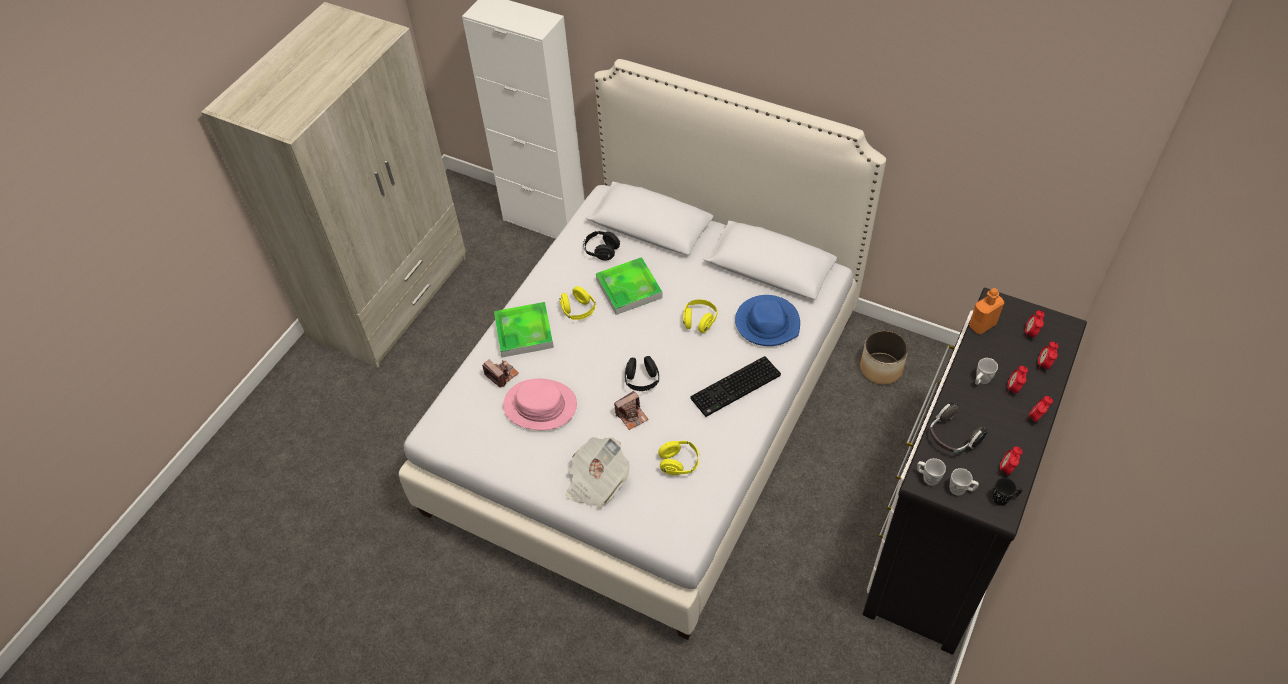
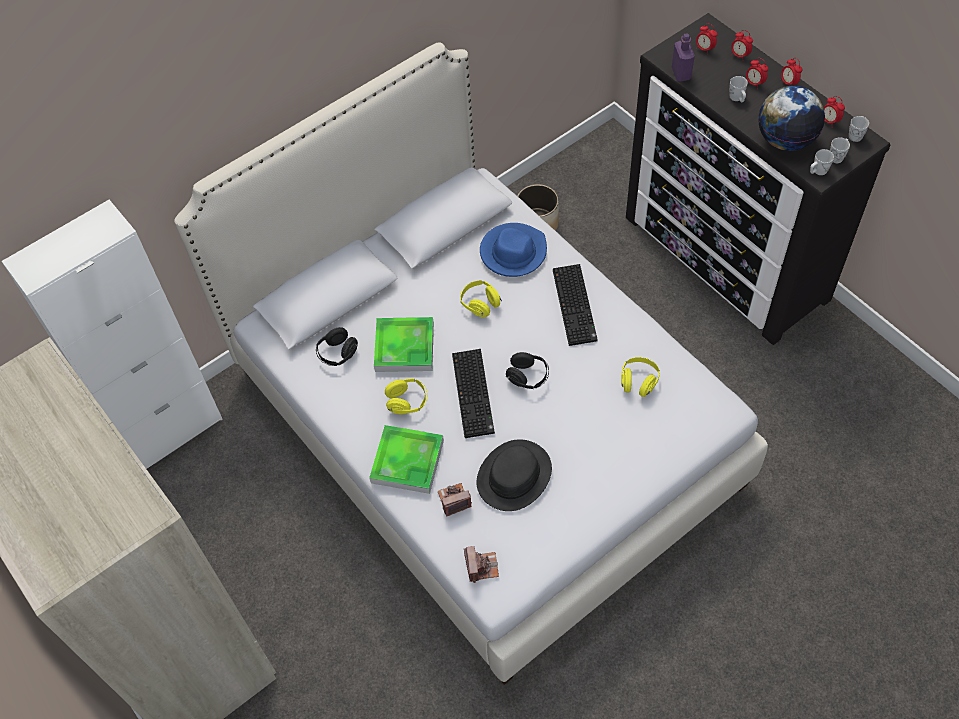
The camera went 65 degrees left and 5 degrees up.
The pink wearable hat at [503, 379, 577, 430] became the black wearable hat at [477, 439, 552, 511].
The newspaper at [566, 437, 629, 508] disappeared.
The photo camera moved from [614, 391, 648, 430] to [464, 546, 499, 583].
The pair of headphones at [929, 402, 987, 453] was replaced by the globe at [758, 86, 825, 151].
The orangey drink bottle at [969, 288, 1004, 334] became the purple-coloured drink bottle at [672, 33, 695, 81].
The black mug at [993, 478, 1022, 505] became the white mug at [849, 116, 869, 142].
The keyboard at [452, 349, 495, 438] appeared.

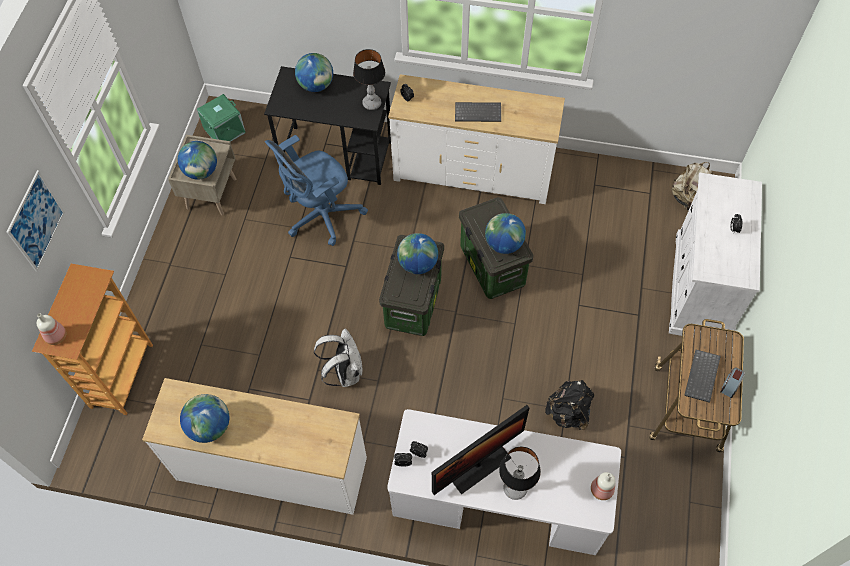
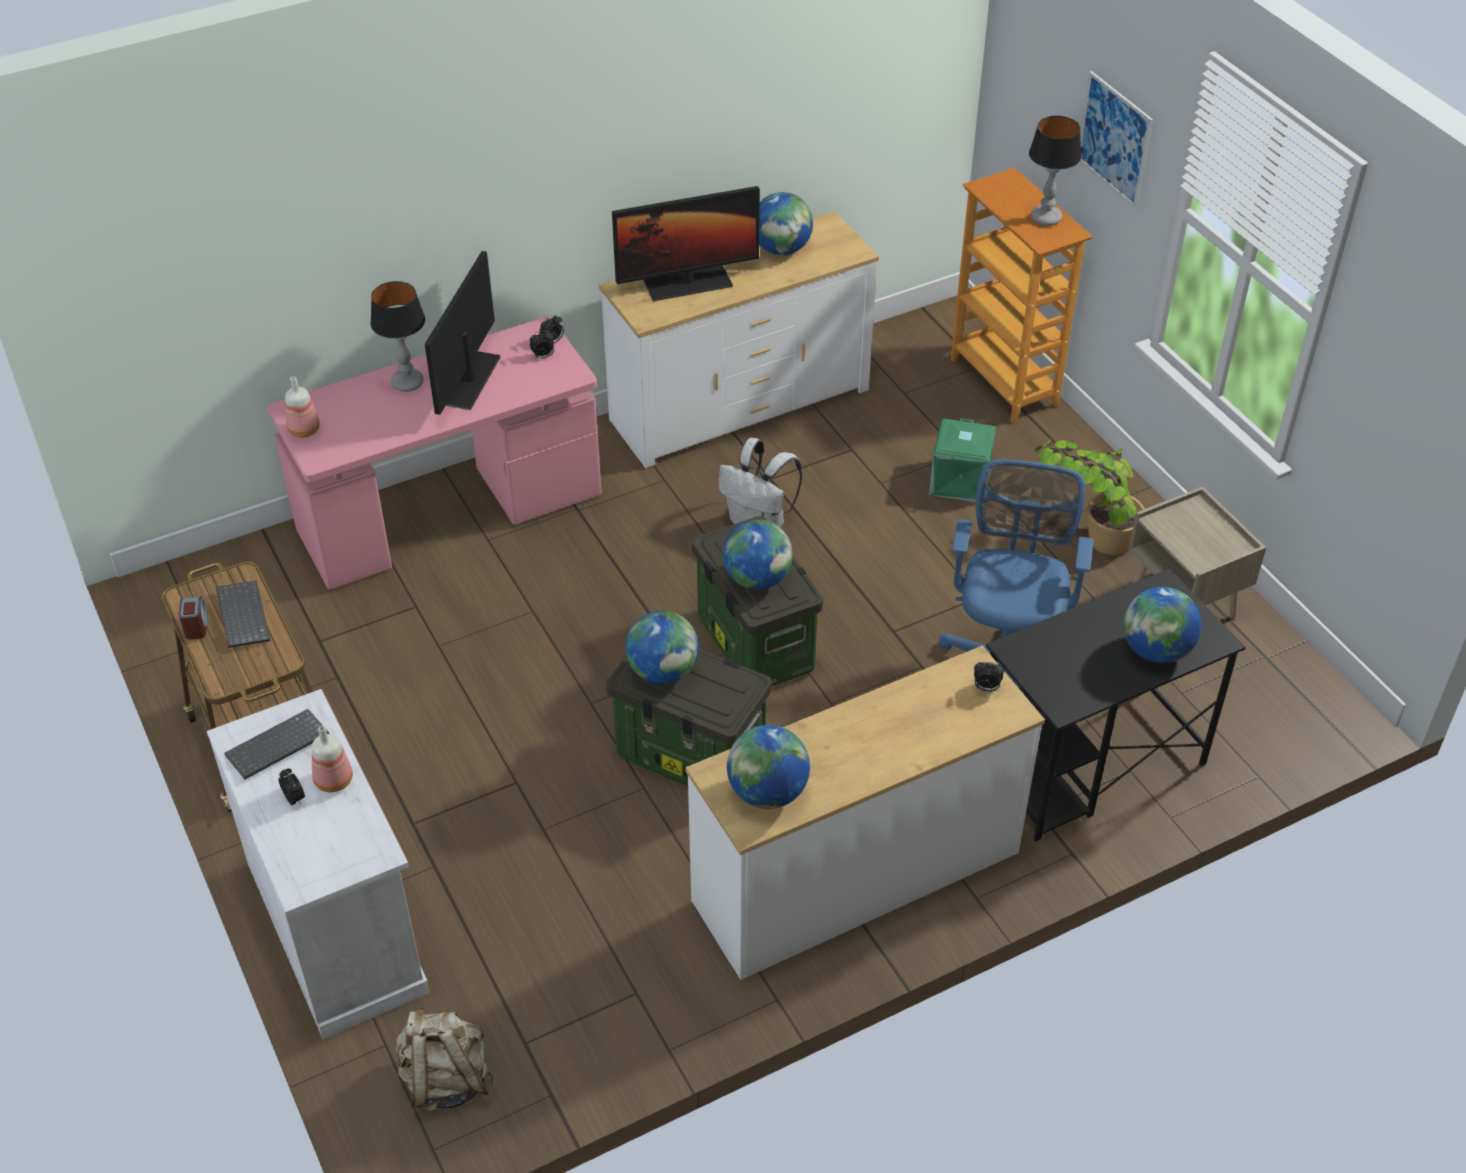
The camera went 140 degrees right and 15 degrees down.
The drink bottle moved from [37, 313, 66, 345] to [312, 726, 353, 792].
The globe moved from [178, 141, 217, 180] to [727, 725, 810, 809].
The green storage box moved from [197, 94, 246, 142] to [929, 418, 996, 502].
The lamp for a table moved from [353, 49, 385, 110] to [1029, 116, 1081, 226].
The white desk at [387, 409, 621, 555] became the pink desk at [267, 317, 602, 590].
The keyboard moved from [455, 102, 501, 122] to [224, 709, 329, 779].
The black knapsack at [545, 380, 595, 430] disappeared.
The computer display at [612, 186, 760, 301] appeared.
The potted plant at [1035, 438, 1145, 555] appeared.

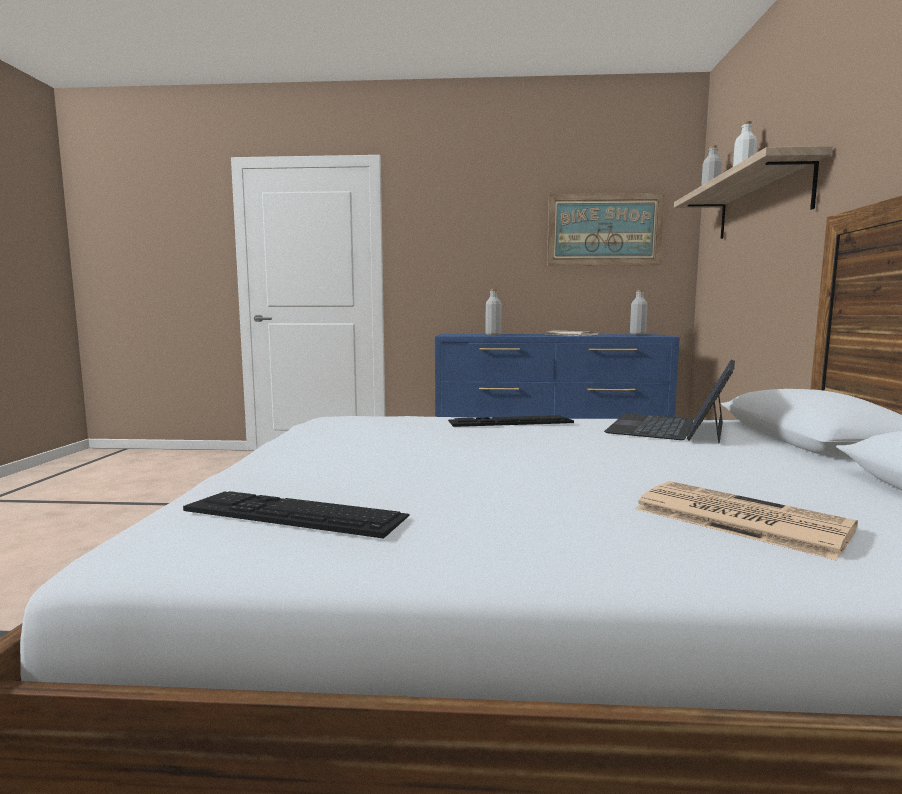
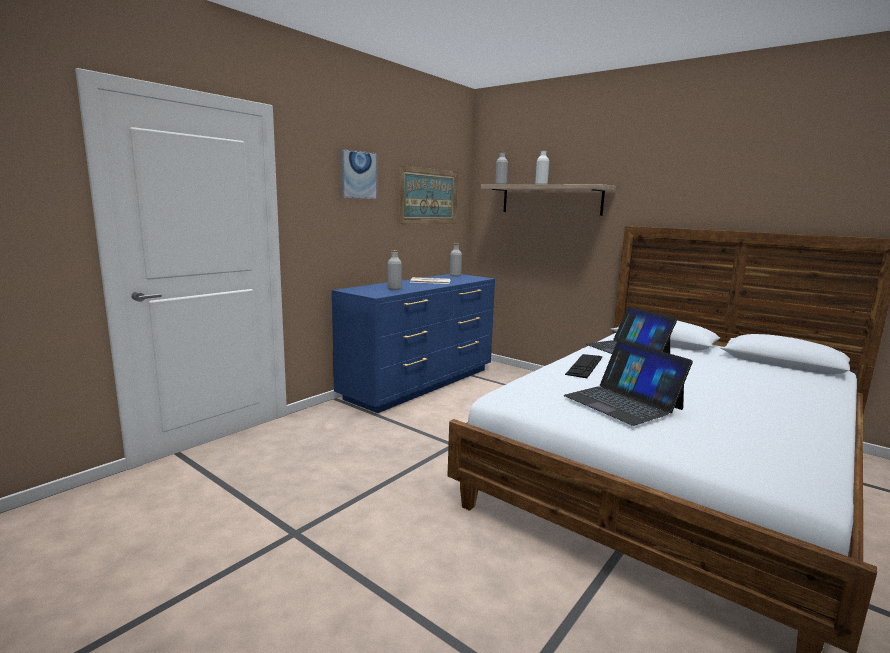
The camera went 55 degrees left and 5 degrees up.
The keyboard at [183, 491, 409, 539] disappeared.
The newspaper at [635, 481, 858, 561] disappeared.
The picture at [340, 149, 377, 199] appeared.
The laptop at [563, 340, 693, 426] appeared.

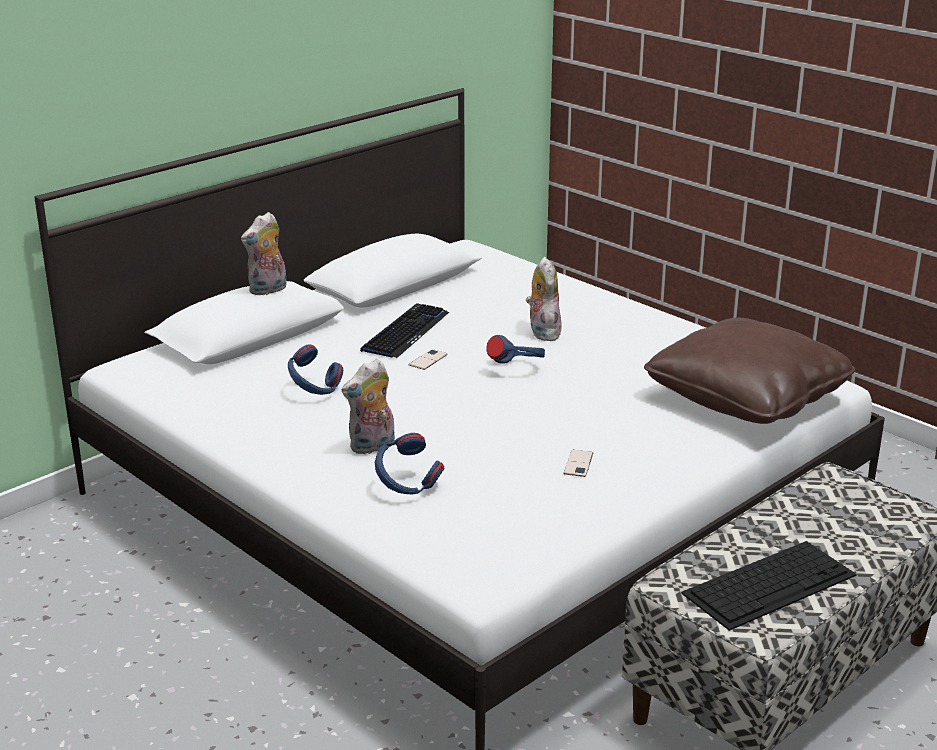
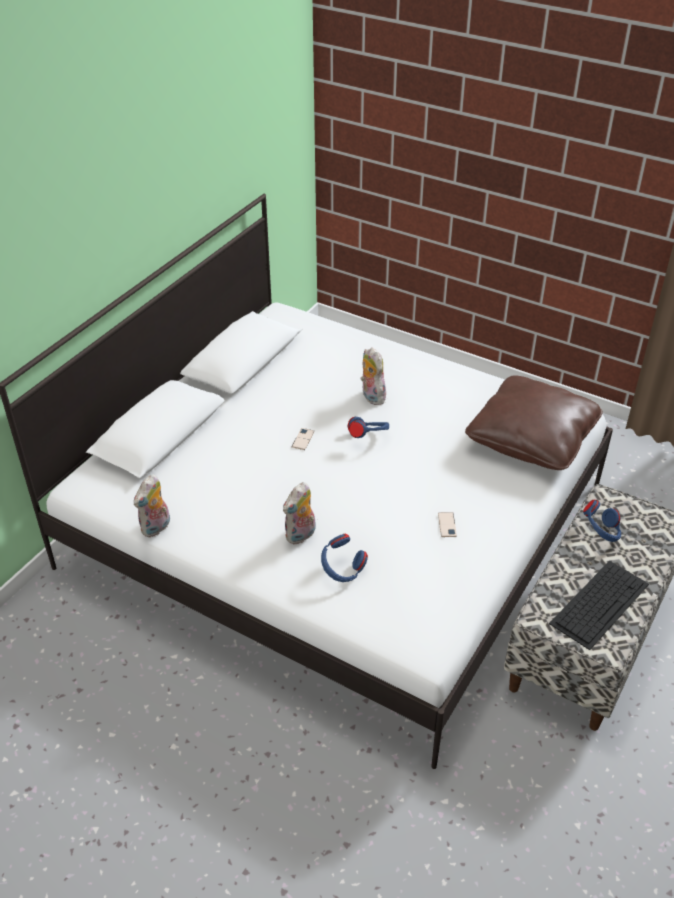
The camera went 15 degrees left and 15 degrees up.
The soft toy moved from [241, 212, 287, 295] to [134, 474, 170, 537].
The bluish pair of headphones moved from [288, 344, 343, 395] to [583, 500, 621, 542].
The keyboard at [360, 303, 449, 358] disappeared.

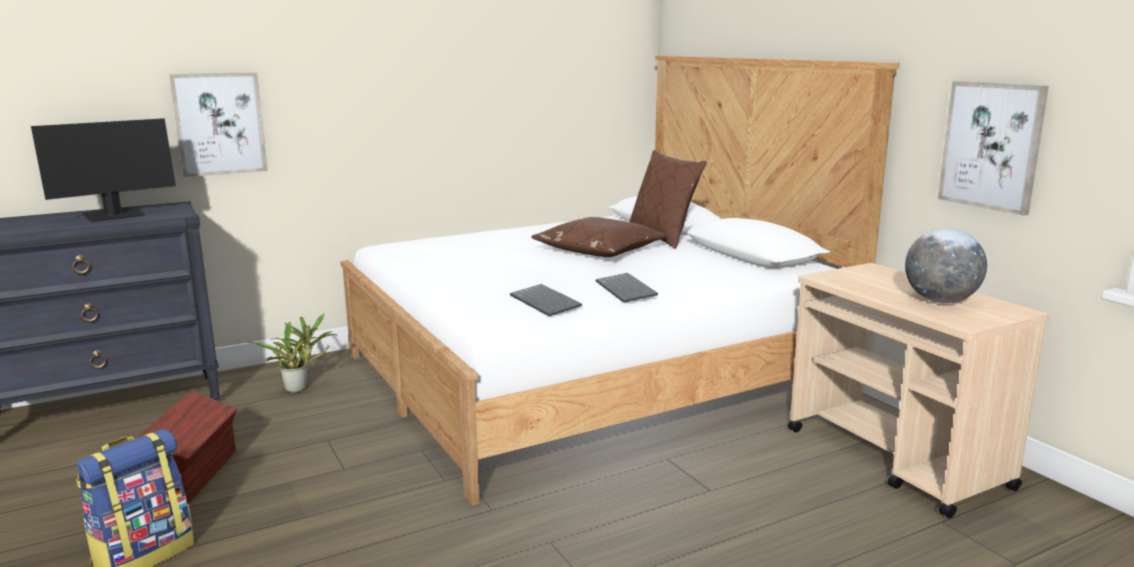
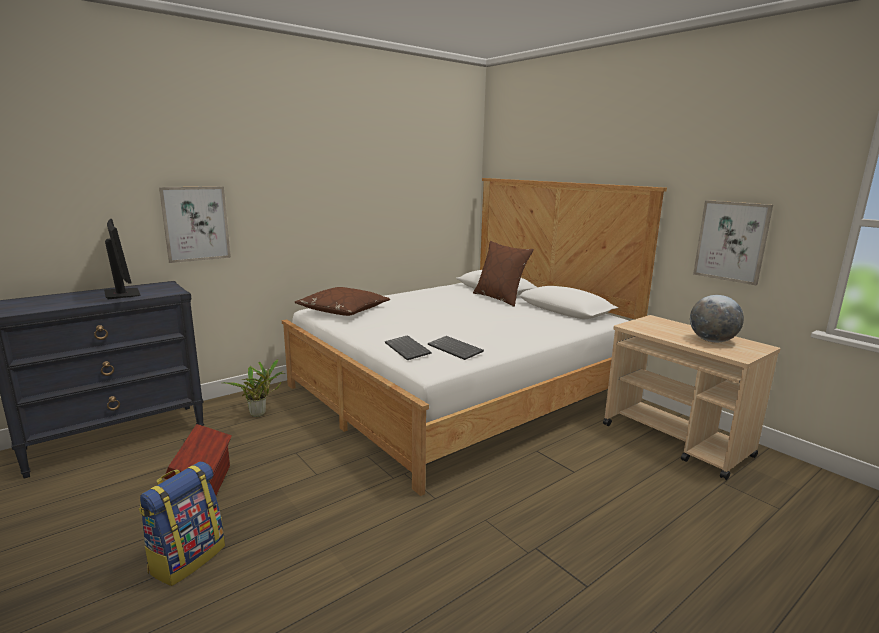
The camera went 10 degrees left and 0 degrees up.
The computer display at [31, 118, 176, 222] turned 75 degrees counterclockwise.
The brown pillow moved from [531, 217, 667, 257] to [295, 287, 390, 316].
The keyboard moved from [596, 273, 658, 303] to [385, 335, 432, 360].

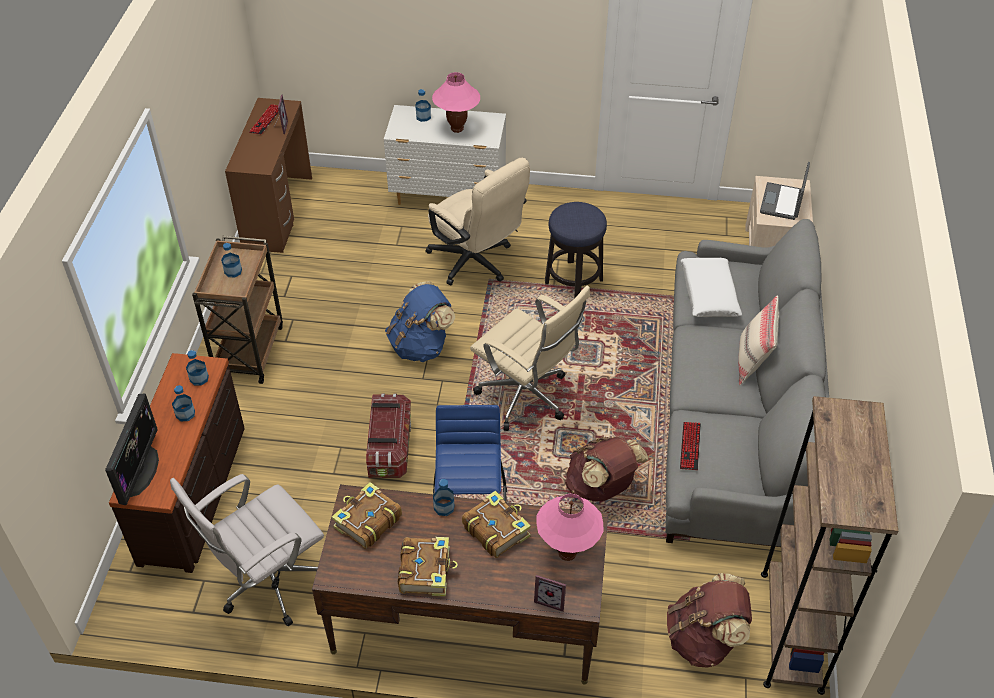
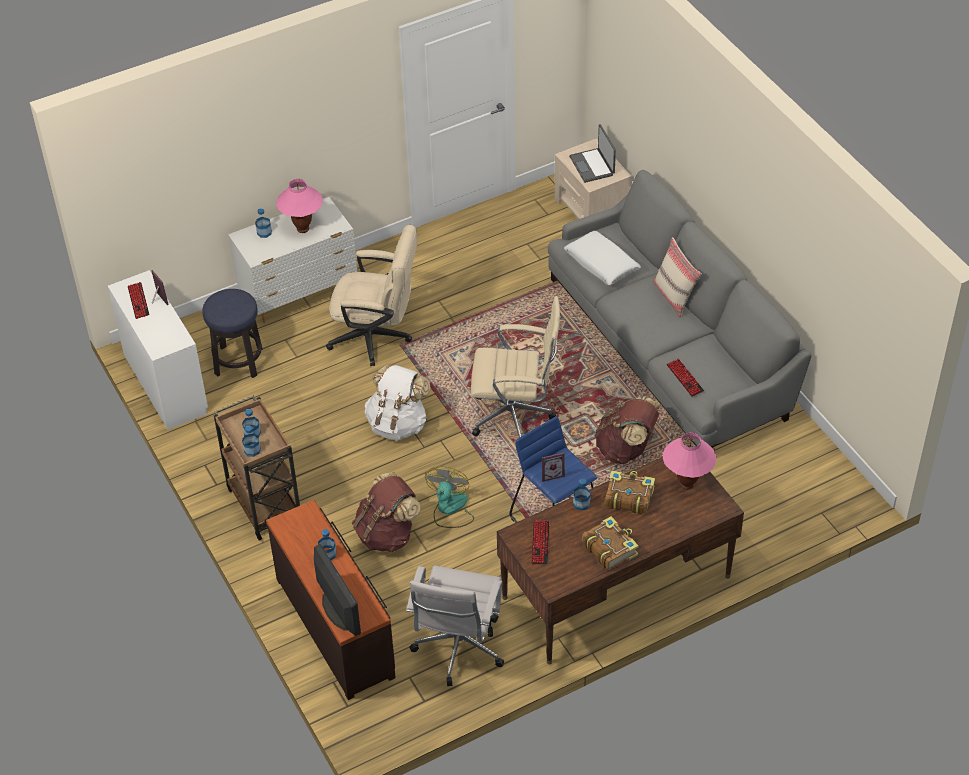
The camera went 35 degrees left and 0 degrees up.
The drink bottle moved from [186, 350, 209, 385] to [242, 426, 261, 457].
The brown desk at [225, 98, 312, 253] became the white desk at [108, 270, 208, 430].
The volume at [332, 482, 402, 549] was replaced by the keyboard at [531, 520, 549, 564].
The storage box at [366, 393, 411, 478] was replaced by the electric fan at [425, 466, 474, 528].
The bluish knapsack at [385, 281, 455, 362] became the white knapsack at [365, 364, 431, 441].
The picture frame moved from [534, 575, 566, 612] to [542, 452, 565, 482].
The sitting stool moved from [545, 202, 607, 299] to [202, 289, 263, 378].
The brown knapsack moved from [667, 573, 752, 668] to [352, 472, 421, 552].
The brown bookshelf at [761, 396, 898, 695] disappeared.

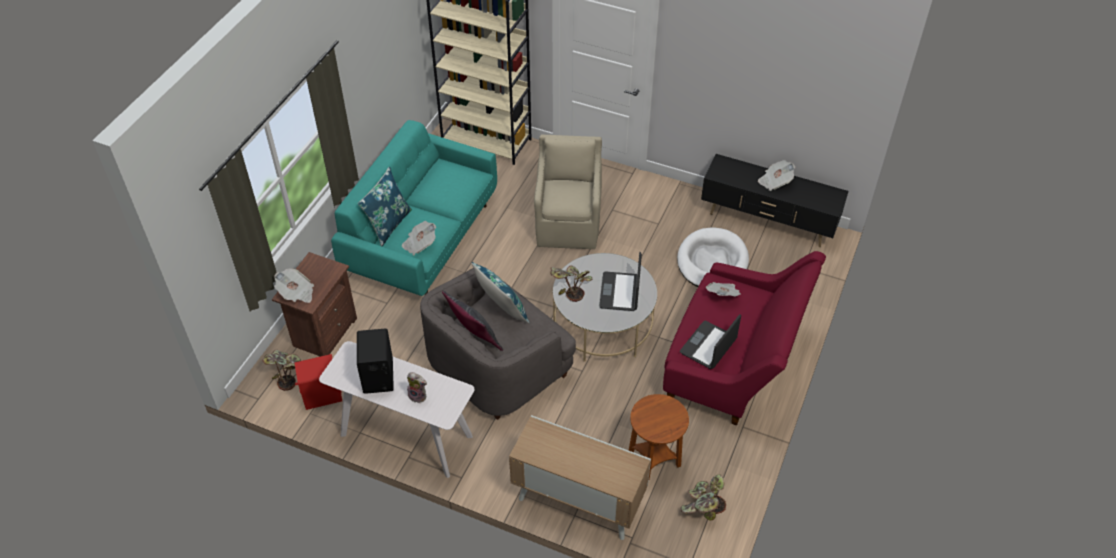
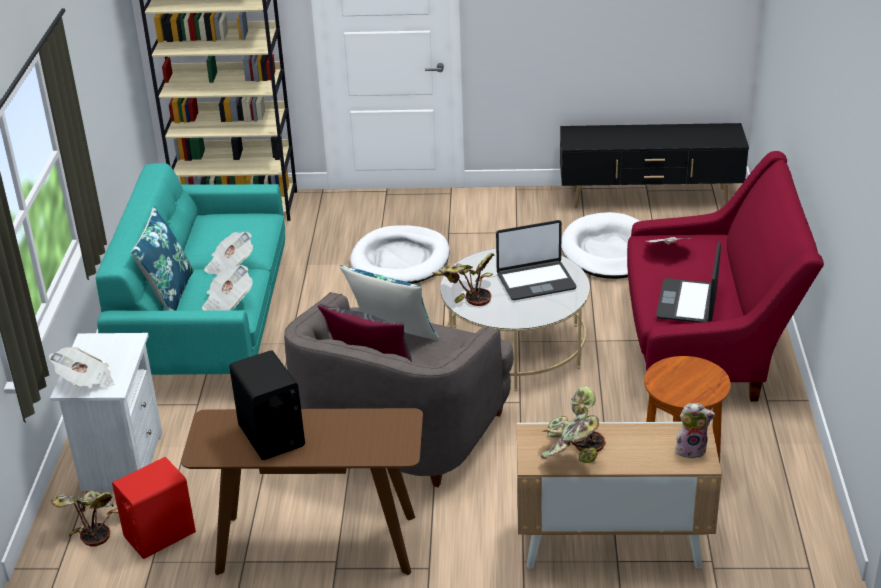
The camera went 20 degrees left and 15 degrees down.
The brown night table at [272, 252, 357, 357] became the white night table at [50, 333, 162, 491].
The white narrow table at [319, 341, 475, 478] became the brown narrow table at [181, 408, 423, 575].
The soft toy moved from [407, 372, 427, 403] to [675, 403, 715, 459].
The beige-coloured armchair at [534, 134, 602, 249] was replaced by the white pet bed at [350, 225, 450, 284].
The laptop at [599, 252, 642, 311] turned 90 degrees counterclockwise.
The potted plant moved from [680, 474, 726, 521] to [541, 386, 606, 463].
The newspaper moved from [758, 160, 795, 191] to [204, 232, 253, 275].

